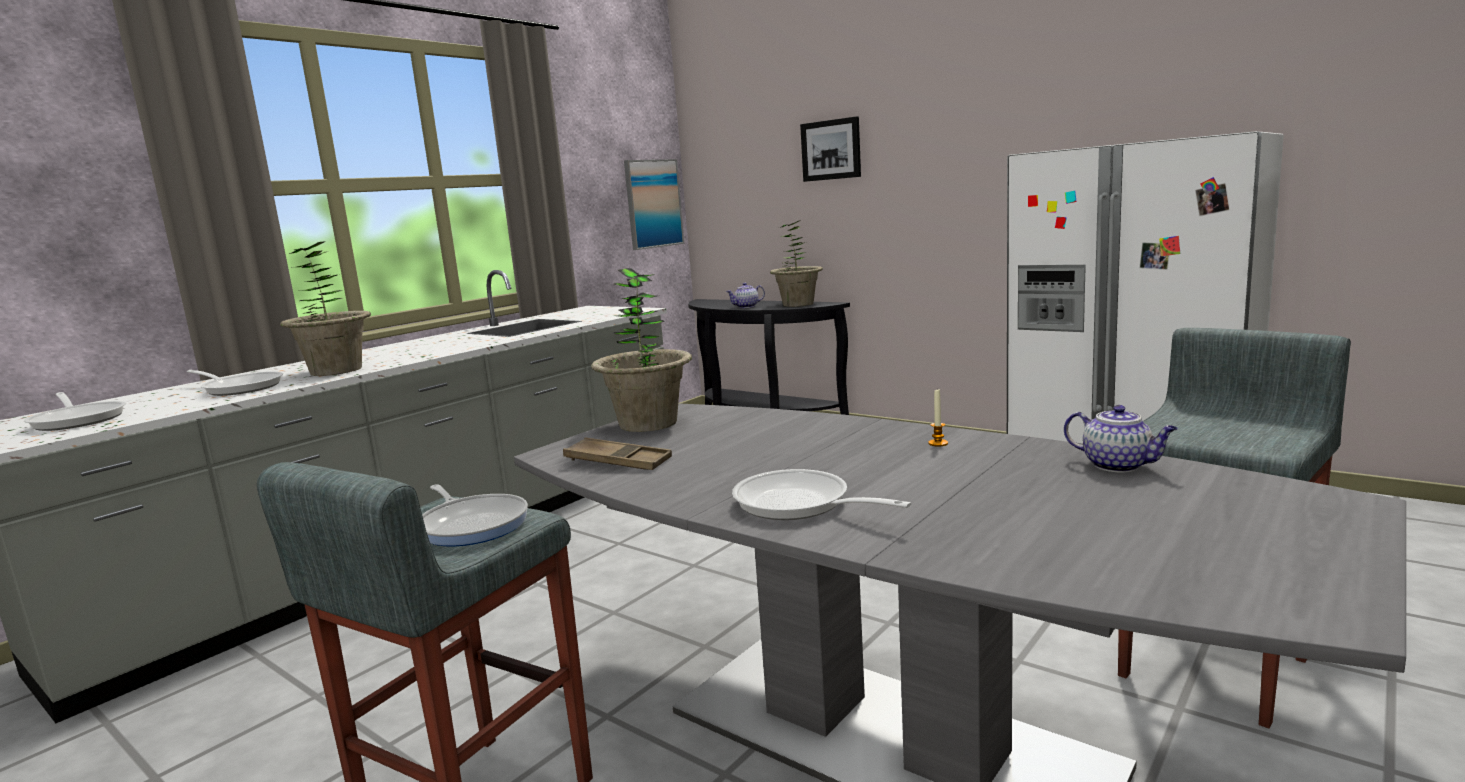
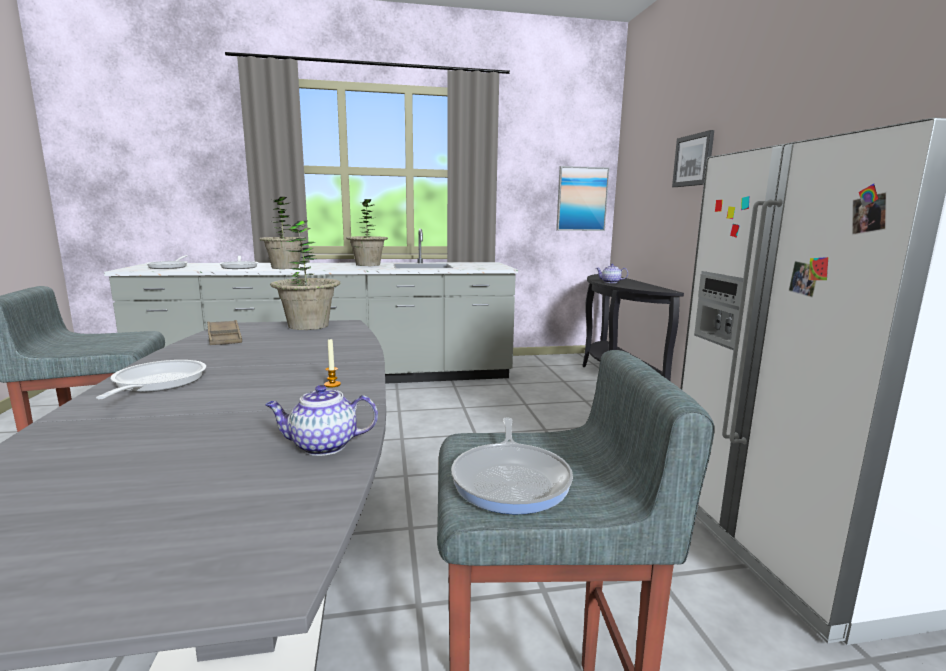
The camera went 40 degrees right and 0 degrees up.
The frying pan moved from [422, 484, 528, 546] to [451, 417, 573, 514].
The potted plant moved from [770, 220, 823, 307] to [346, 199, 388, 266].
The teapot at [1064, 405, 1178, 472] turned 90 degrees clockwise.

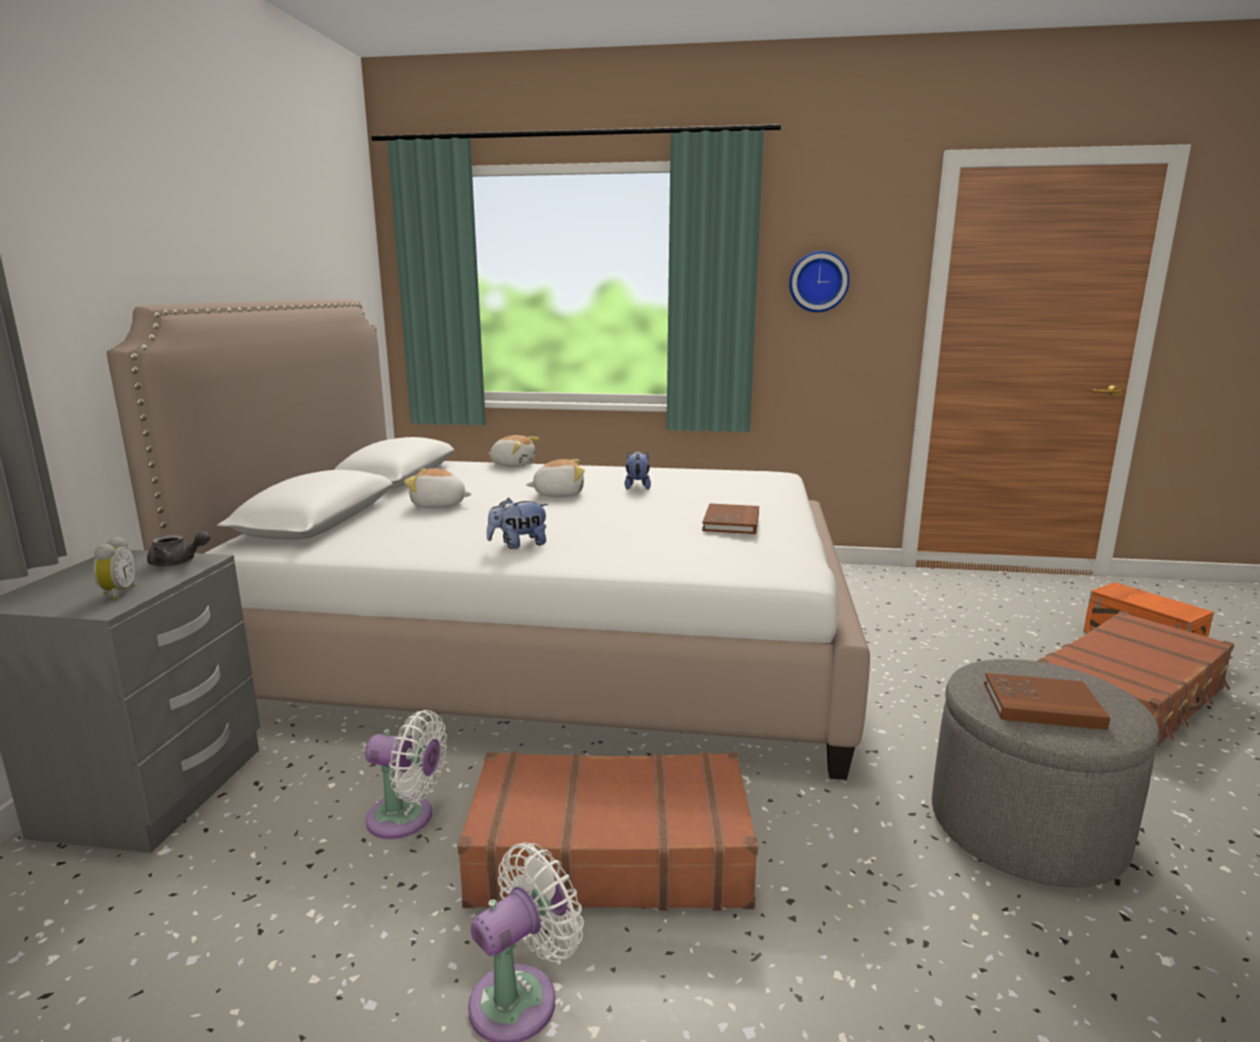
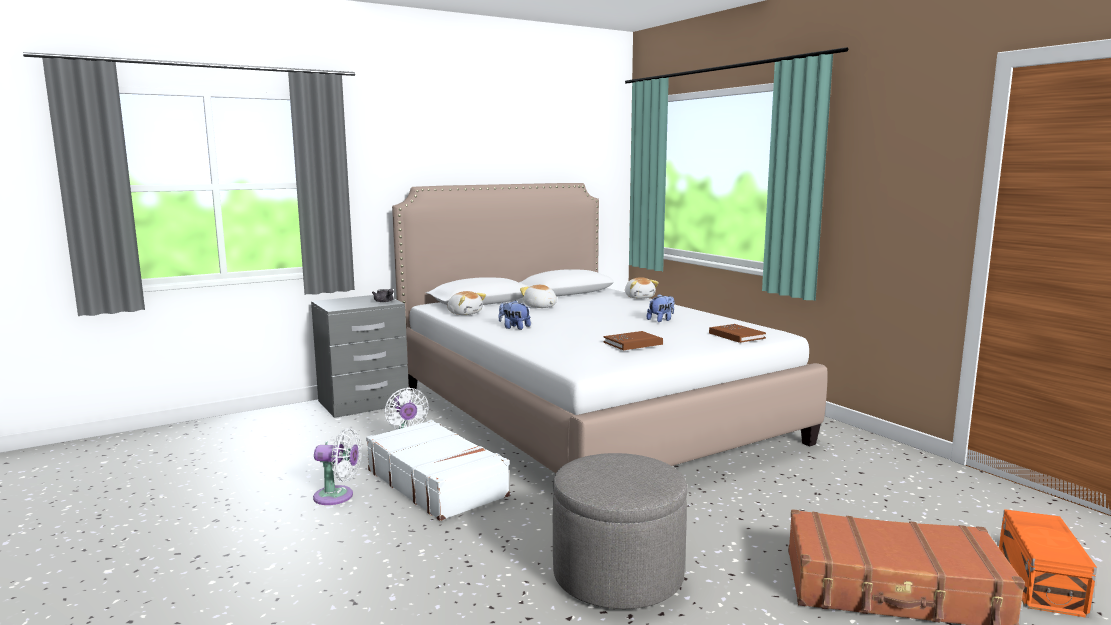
The camera went 50 degrees right and 5 degrees down.
The table clock at [93, 536, 136, 600] disappeared.
The brown travel case at [457, 751, 758, 911] became the white travel case at [366, 420, 510, 521].
The soft toy moved from [526, 459, 585, 497] to [447, 291, 486, 315].
The clock on the wall at [789, 251, 850, 312] disappeared.
The brown volume moved from [984, 673, 1110, 730] to [709, 324, 766, 343].

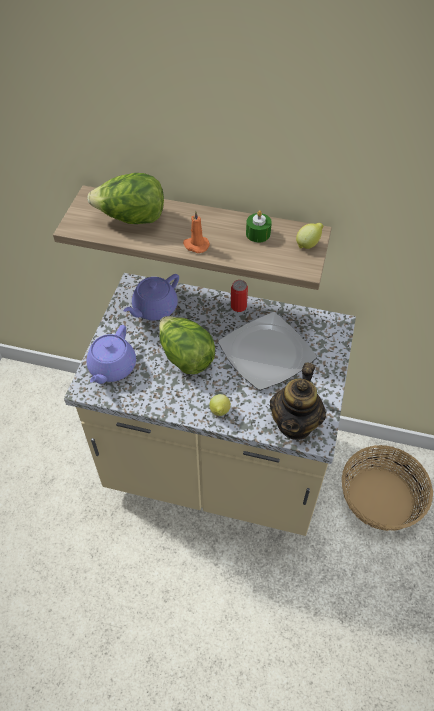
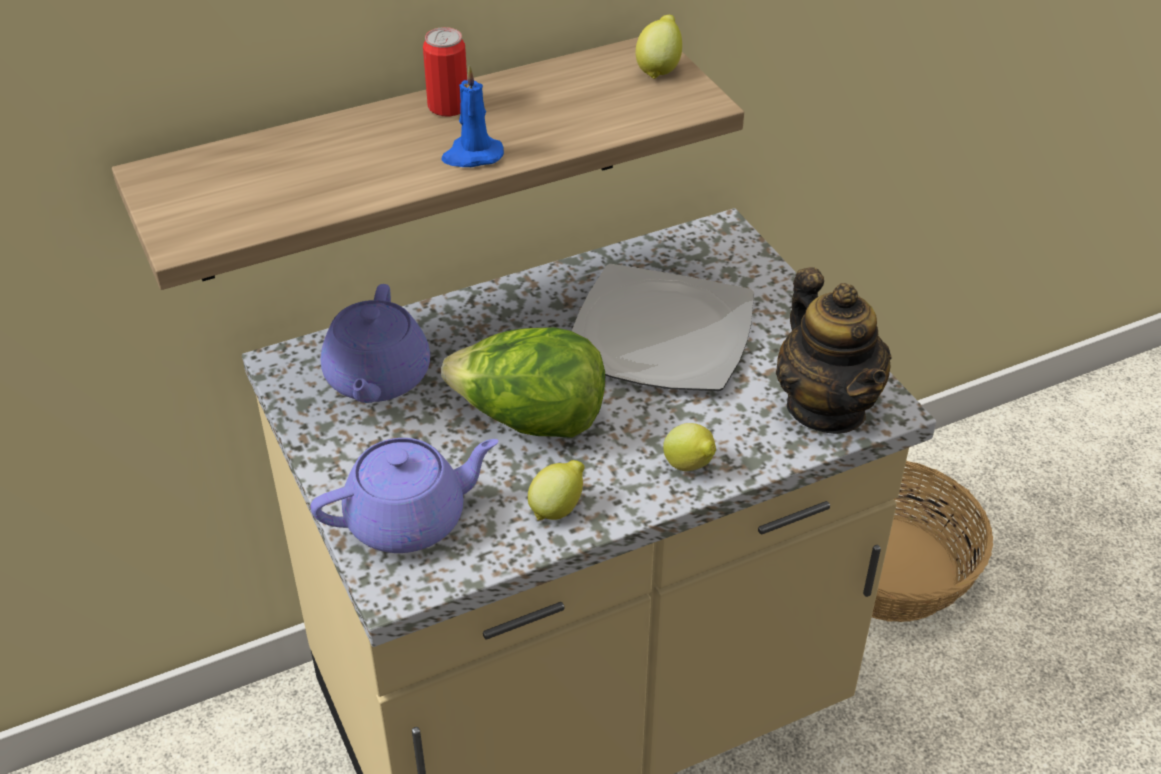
The camera went 40 degrees left and 10 degrees down.
The purple-coloured teapot at [86, 325, 136, 384] turned 90 degrees counterclockwise.
The head of lettuce at [87, 173, 164, 224] disappeared.
The orangey wax light at [183, 211, 210, 253] became the bluish wax light at [441, 65, 504, 167].
The metal can moved from [231, 280, 248, 312] to [423, 27, 467, 116].
The green wax light at [246, 210, 272, 243] disappeared.
The lemon at [528, 460, 585, 521] appeared.

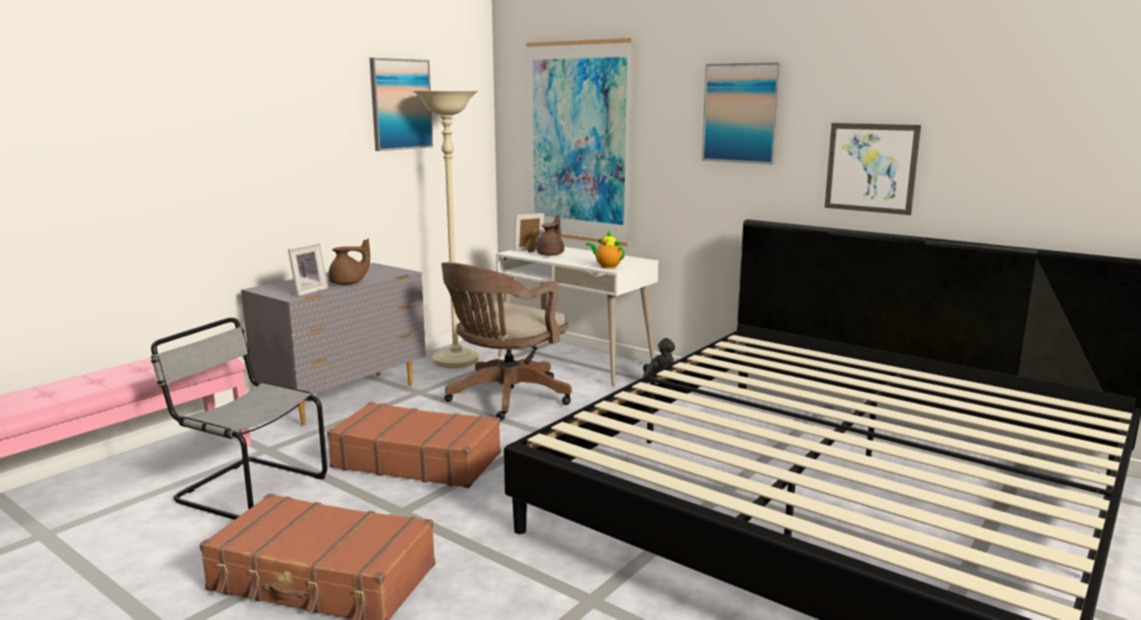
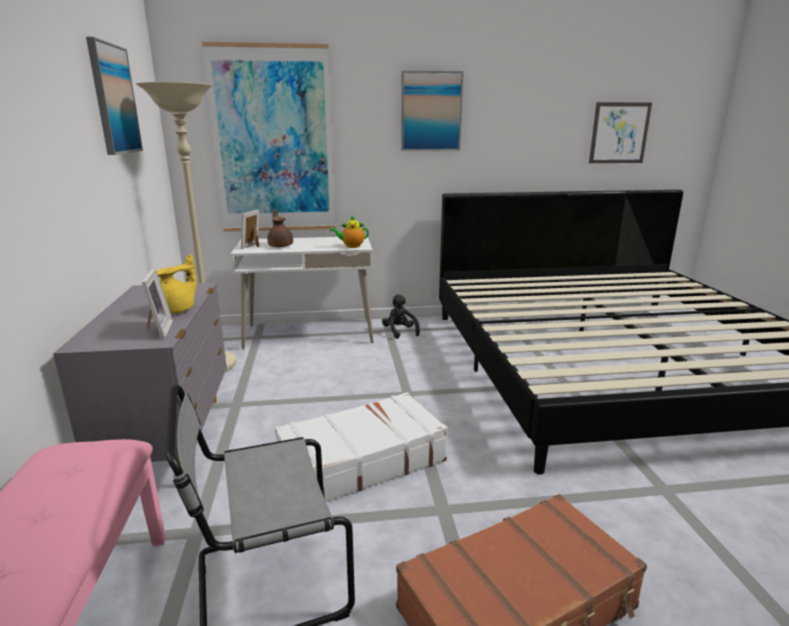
The camera went 45 degrees left and 5 degrees up.
The brown travel case at [327, 402, 501, 488] became the white travel case at [275, 392, 448, 502].
The brown teapot at [329, 239, 370, 285] became the yellowish teapot at [156, 254, 197, 314].
The brown office chair at [441, 262, 572, 421] disappeared.
The picture moved from [825, 123, 921, 215] to [589, 102, 652, 163].

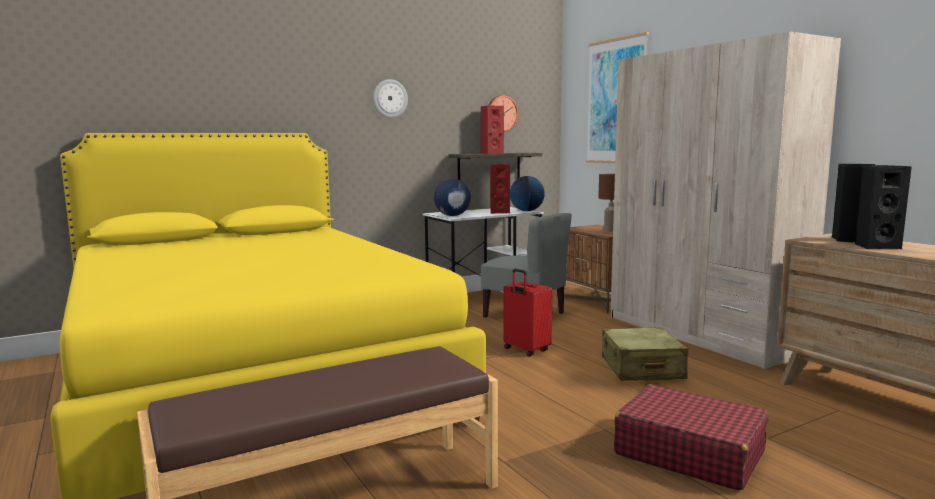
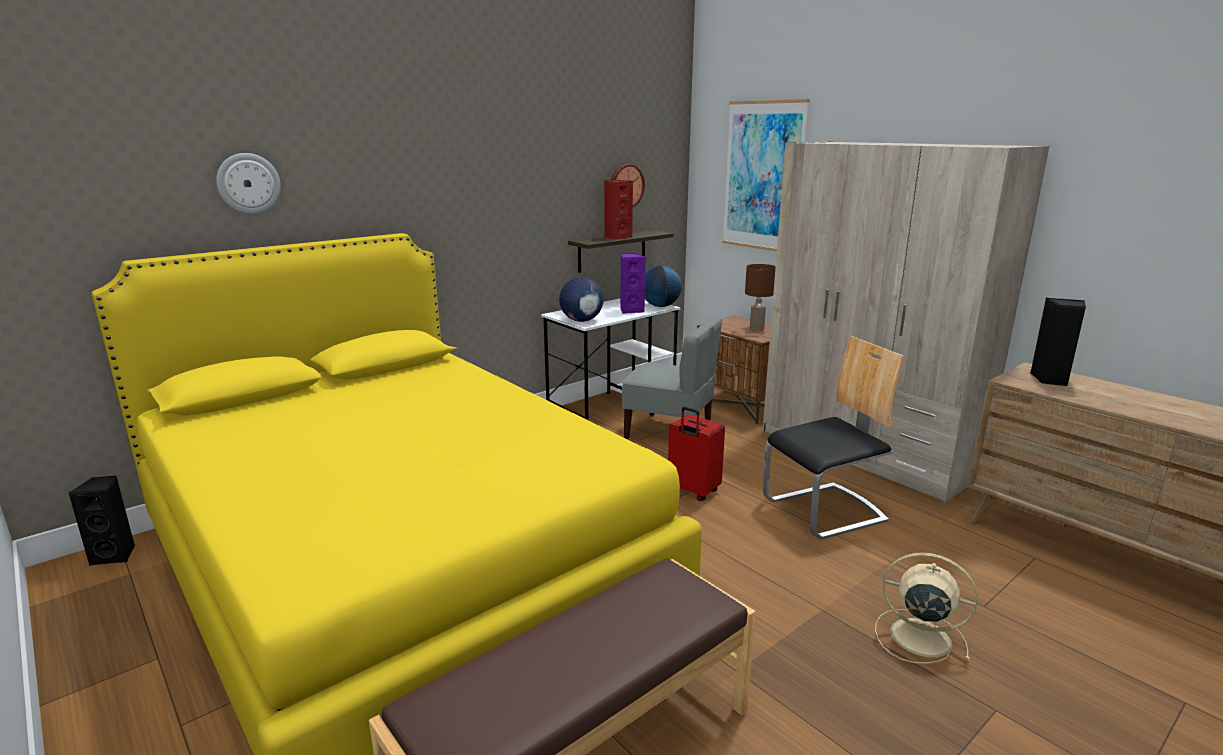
The camera went 10 degrees left and 10 degrees up.
The clock on the wall moved from [373, 79, 408, 118] to [216, 153, 281, 214].
The reddish audio speaker at [490, 164, 510, 214] became the purple-coloured audio speaker at [620, 253, 646, 314].
The beige-coloured travel case at [602, 327, 688, 381] was replaced by the chair at [763, 336, 904, 539].
The reddish travel case at [614, 384, 769, 491] was replaced by the beige-coloured electric fan at [875, 552, 978, 664].
The black audio speaker moved from [855, 165, 912, 249] to [69, 476, 135, 566].

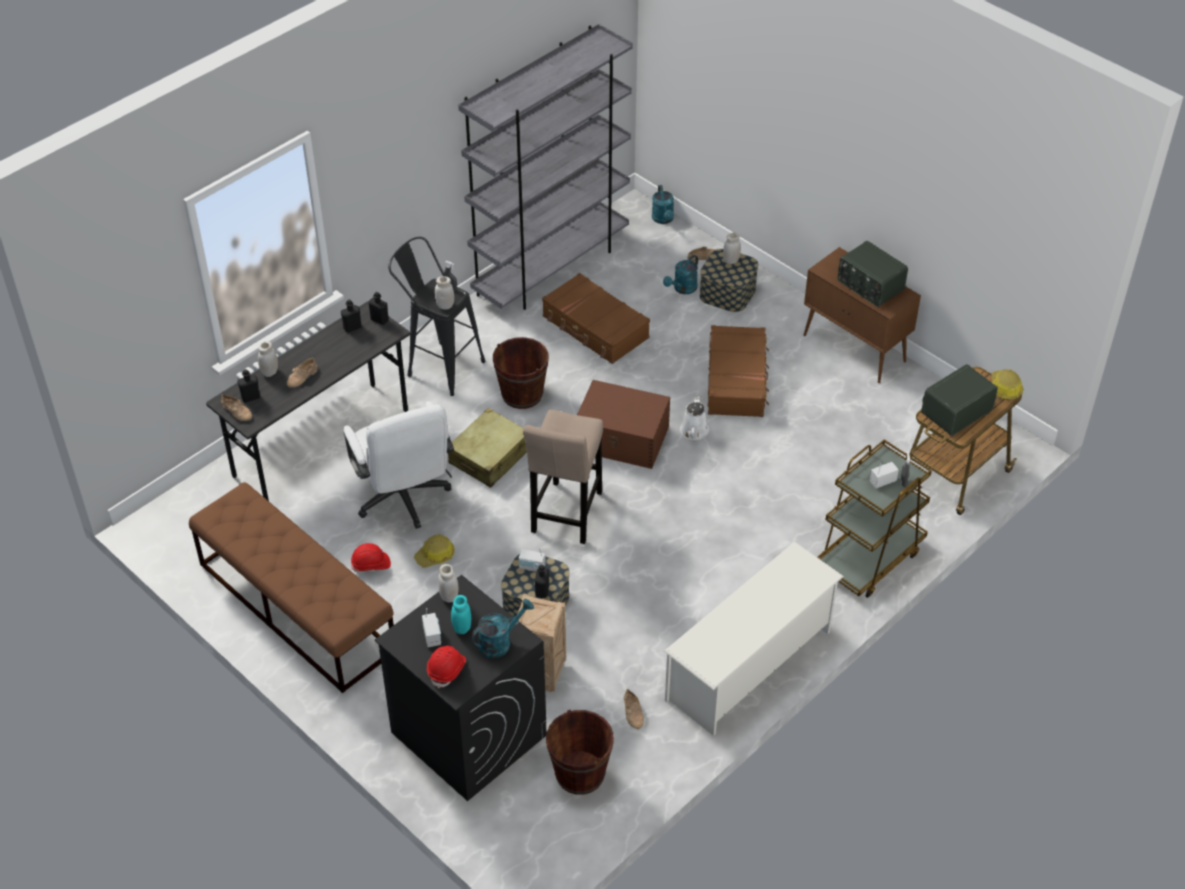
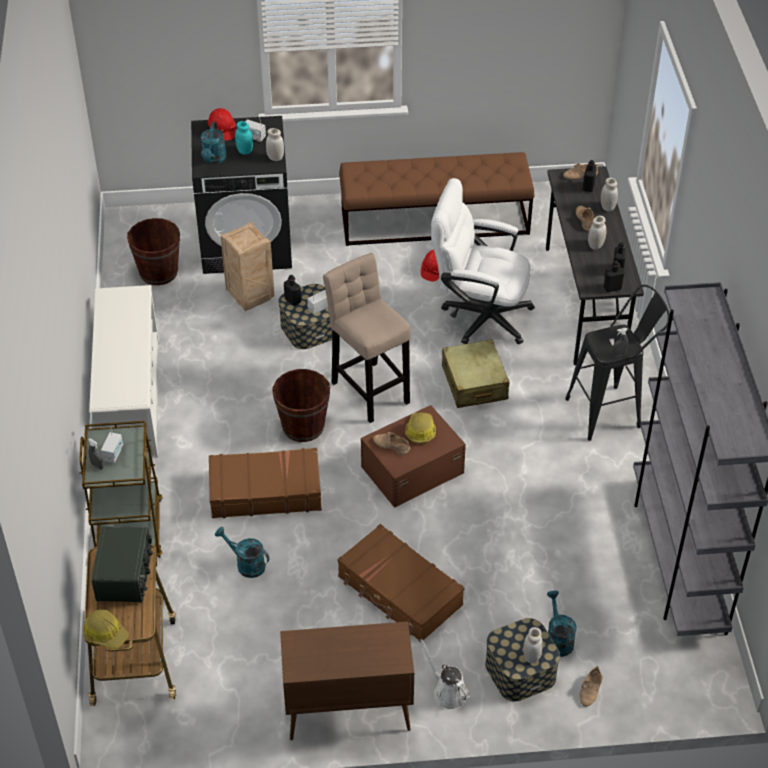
The camera went 130 degrees right and 0 degrees up.
The safety helmet moved from [414, 535, 455, 568] to [405, 413, 436, 444].
The white jar moved from [435, 276, 454, 310] to [588, 216, 606, 250].
The brown bucket moved from [493, 337, 549, 409] to [272, 369, 330, 442].
The brown travel case moved from [542, 273, 650, 364] to [209, 448, 322, 518].
The beige-coloured low shoe moved from [624, 689, 644, 729] to [373, 432, 410, 455].
The turquoise-coloured watering pot moved from [652, 185, 674, 224] to [215, 527, 269, 578].
The white watering pot moved from [680, 395, 709, 440] to [420, 639, 470, 710].
The radio set at [837, 241, 908, 307] disappeared.

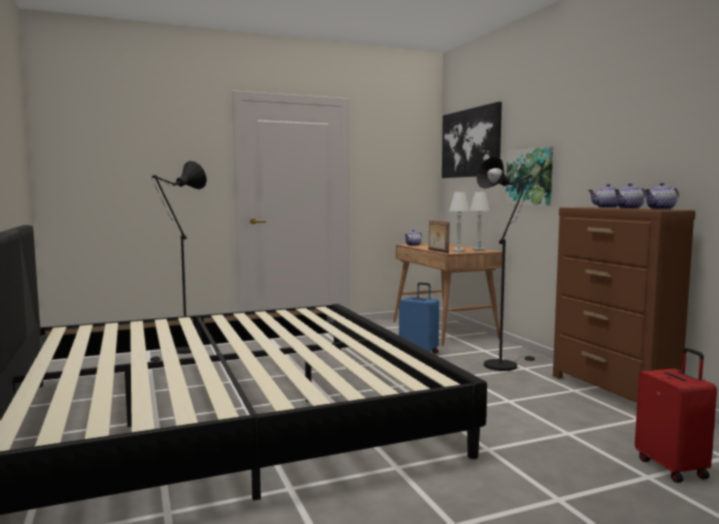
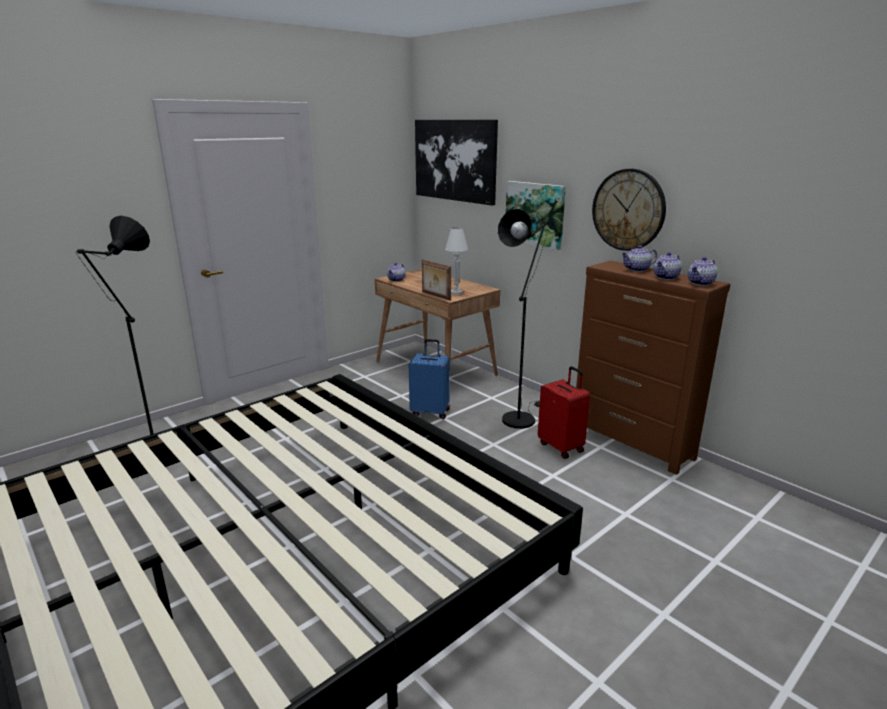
The camera went 20 degrees left and 15 degrees up.
The white lamp for a table at [470, 192, 490, 251] disappeared.
The reddish travel case moved from [635, 348, 717, 483] to [538, 366, 590, 459].
The clock on the wall at [592, 169, 666, 251] appeared.

